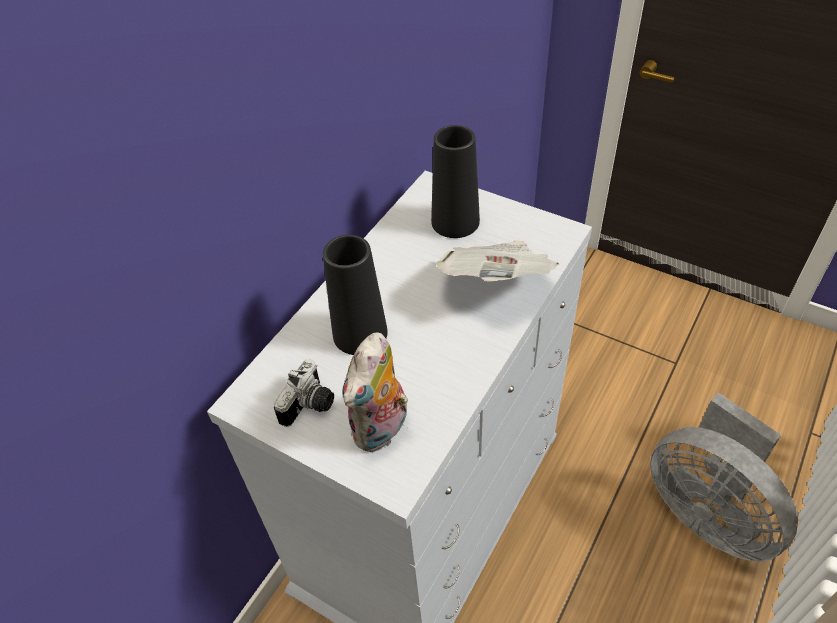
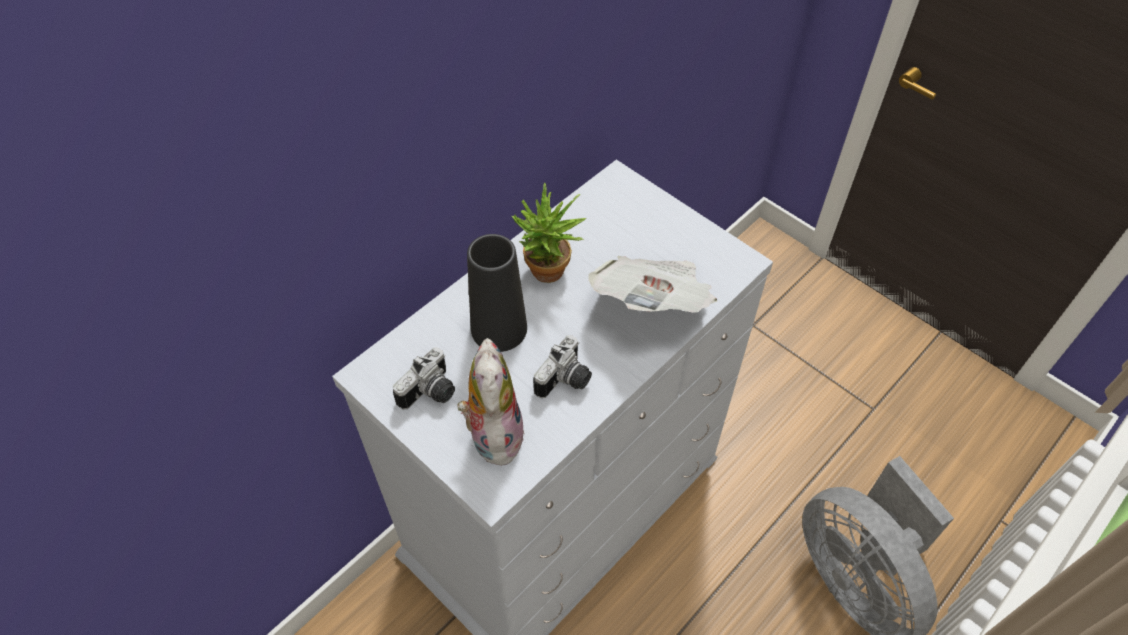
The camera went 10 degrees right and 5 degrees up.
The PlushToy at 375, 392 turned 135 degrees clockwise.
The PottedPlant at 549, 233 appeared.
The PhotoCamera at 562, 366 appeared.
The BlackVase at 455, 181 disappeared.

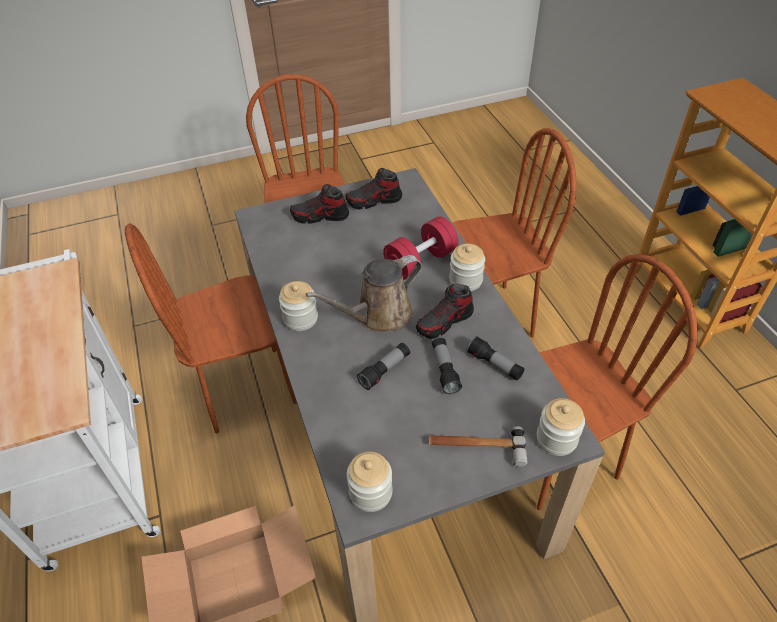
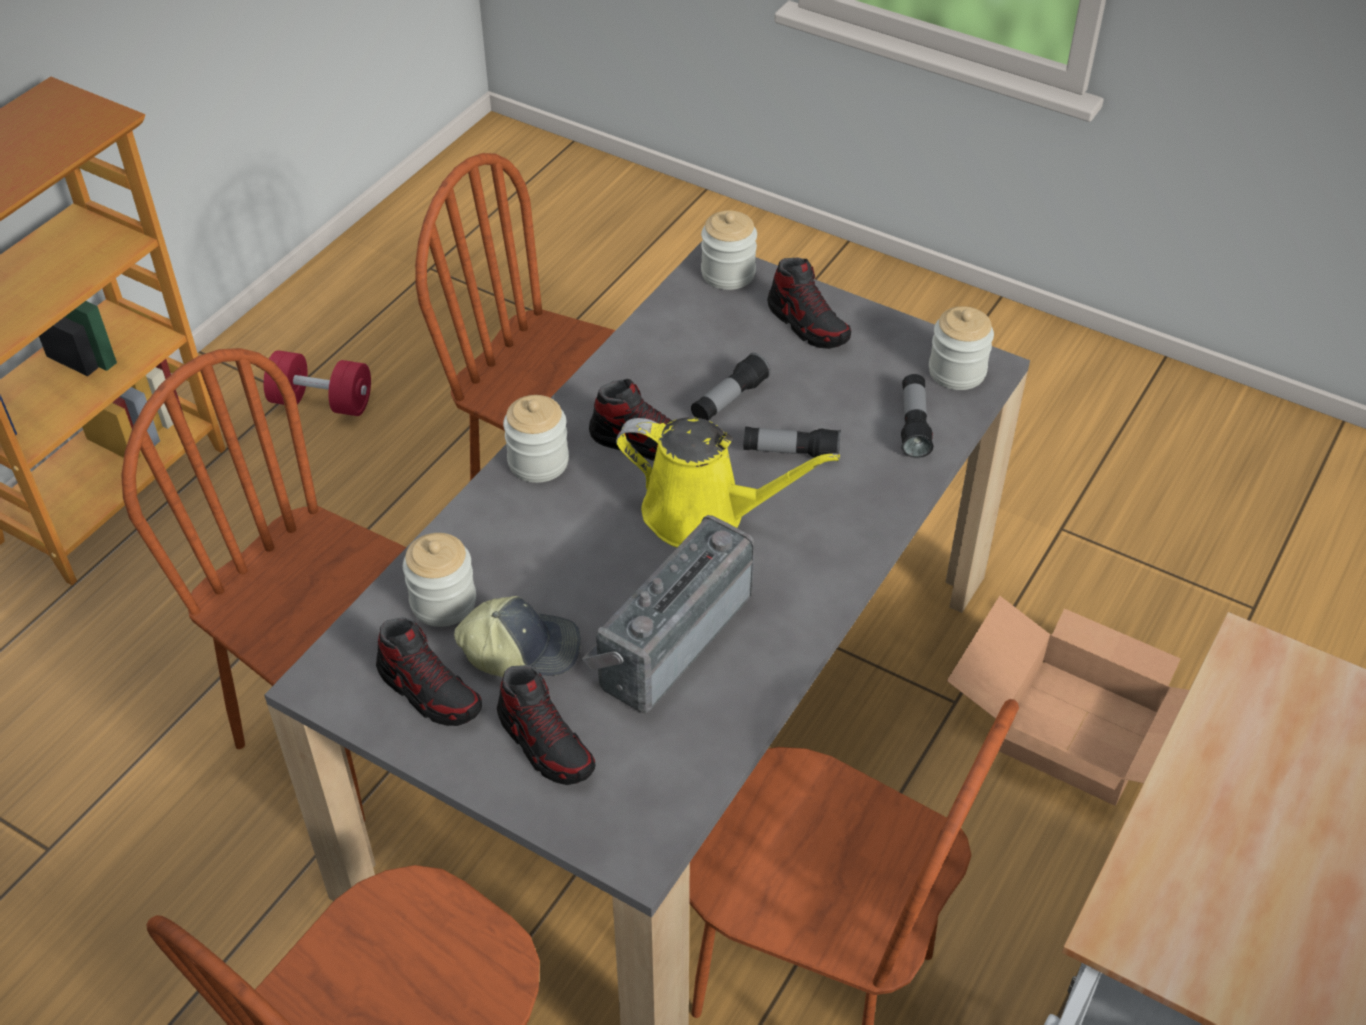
The camera went 130 degrees left and 0 degrees up.
The RedDumbbell moved from 421, 248 to 317, 383.
The Jar moved from 298, 306 to 439, 580.
The Cap at 517, 636 appeared.
The Radio at 668, 614 appeared.
The BrownWateringCan at 364, 293 became the YellowWateringCan at 728, 482.
The Hammer at 478, 446 was replaced by the Shoe at 809, 303.
The Flashlight moved from 496, 358 to 917, 416.

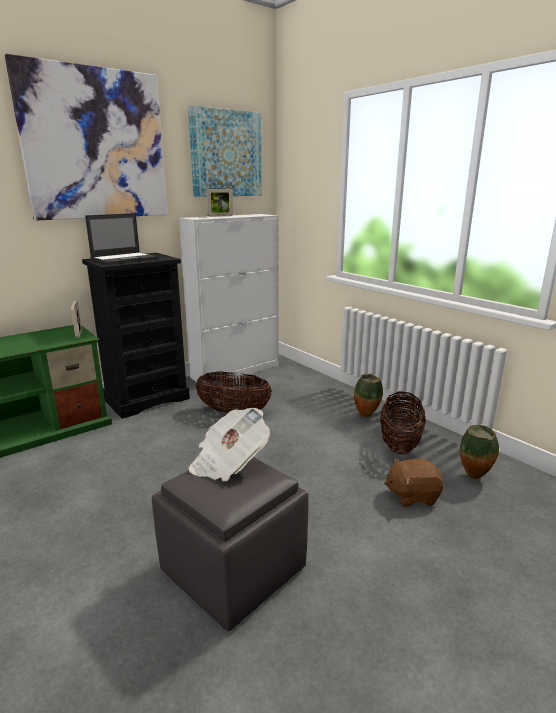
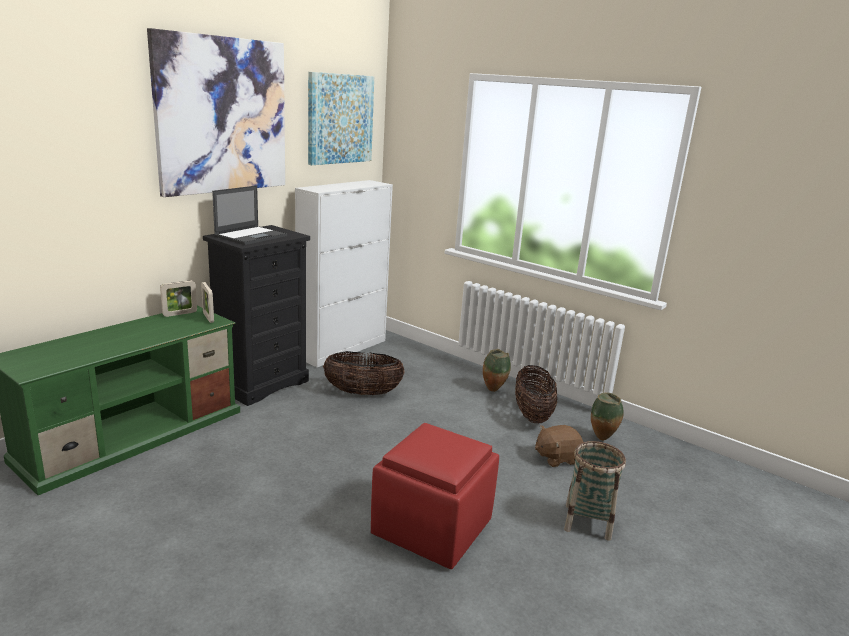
The camera went 15 degrees left and 0 degrees up.
The PictureFrame moved from 219, 202 to 178, 298.
The GreyOttoman at 230, 544 became the RedOttoman at 435, 496.
The Basket at 595, 491 appeared.
The Newspaper at 229, 444 disappeared.

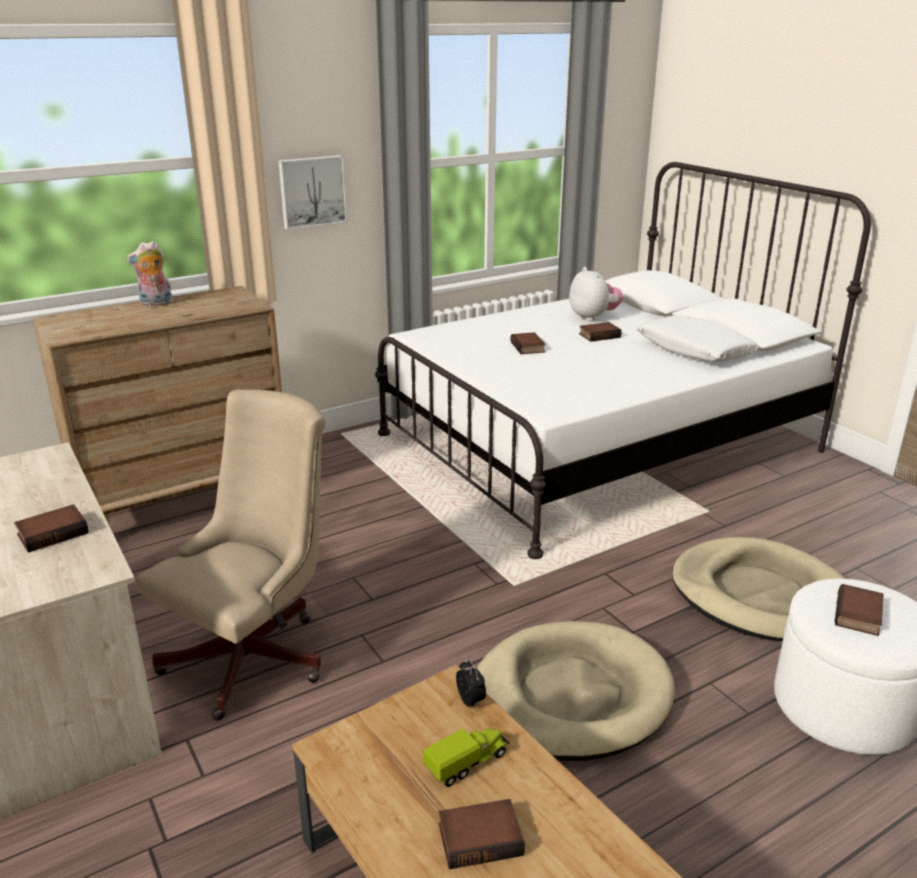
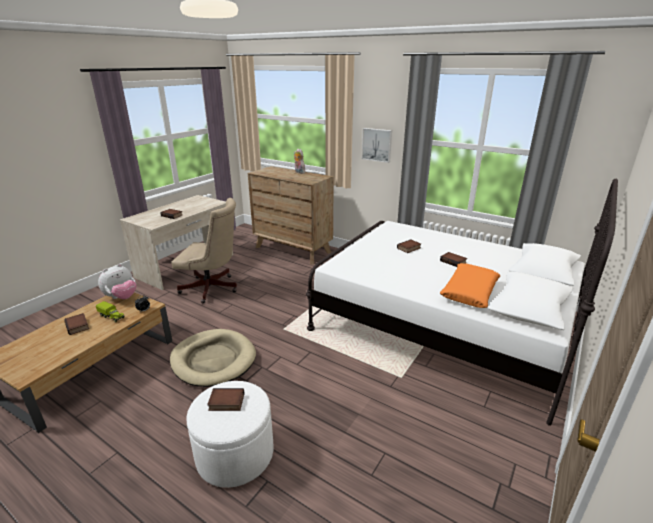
The camera went 65 degrees right and 0 degrees up.
The PlushToy moved from 596, 294 to 117, 281.
The WhitePillow at 698, 339 became the OrangePillow at 470, 285.
The BeigeDogBed at 758, 589 disappeared.

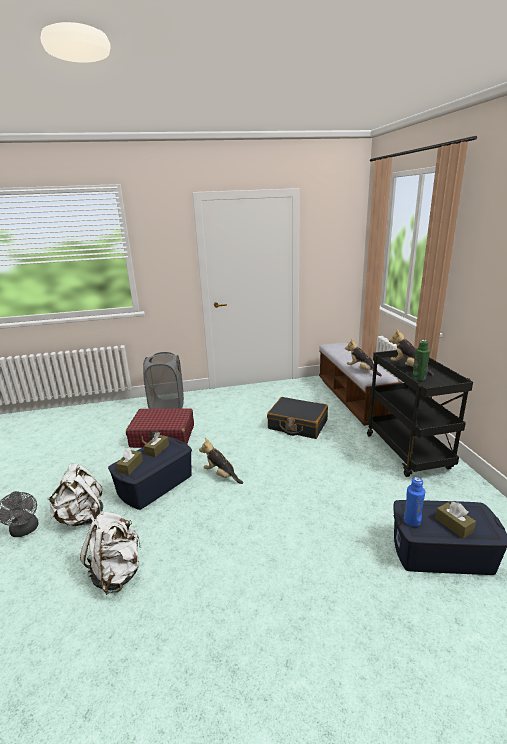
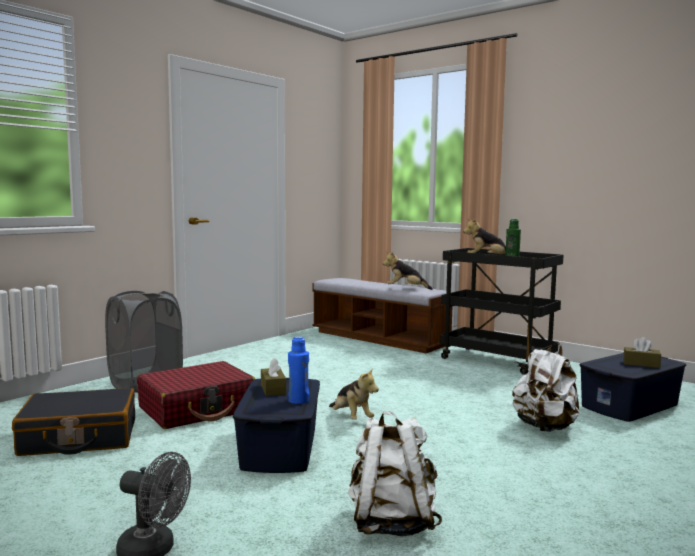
The camera went 40 degrees left and 15 degrees down.
The BlackSuitcase moved from 297, 418 to 73, 422.
The BlueBottle moved from 414, 502 to 299, 370.
The PlushToy at 221, 461 turned 120 degrees counterclockwise.
The WhiteBackpack moved from 75, 494 to 545, 387.
The BrownTissueBox at 129, 461 disappeared.

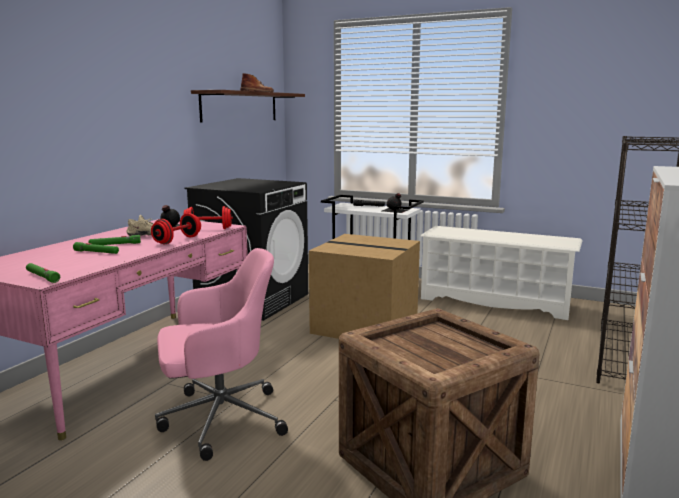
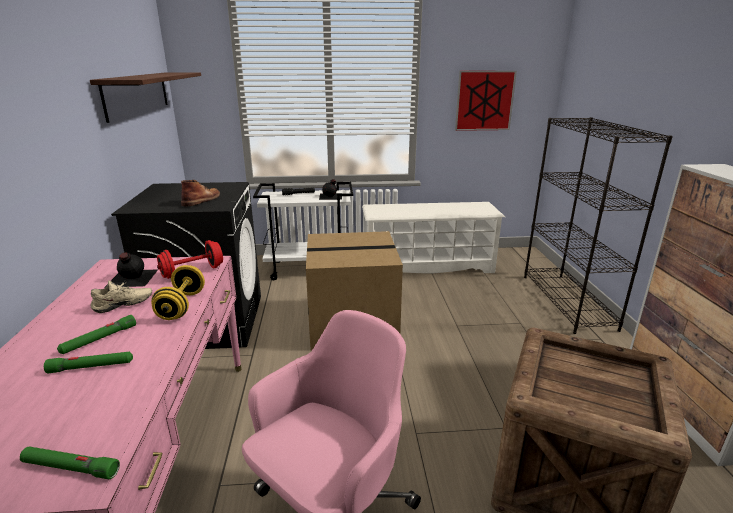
The camera went 30 degrees left and 10 degrees up.
The RedDumbbell at 176, 228 became the YellowDumbbell at 178, 292.
The BrownBoot moved from 257, 82 to 200, 193.
The Picture at 486, 101 appeared.

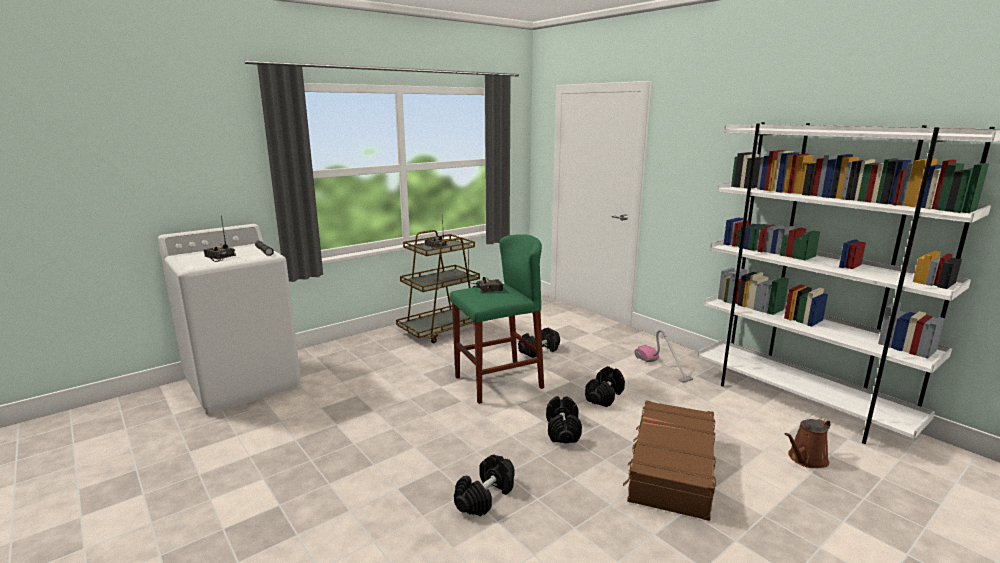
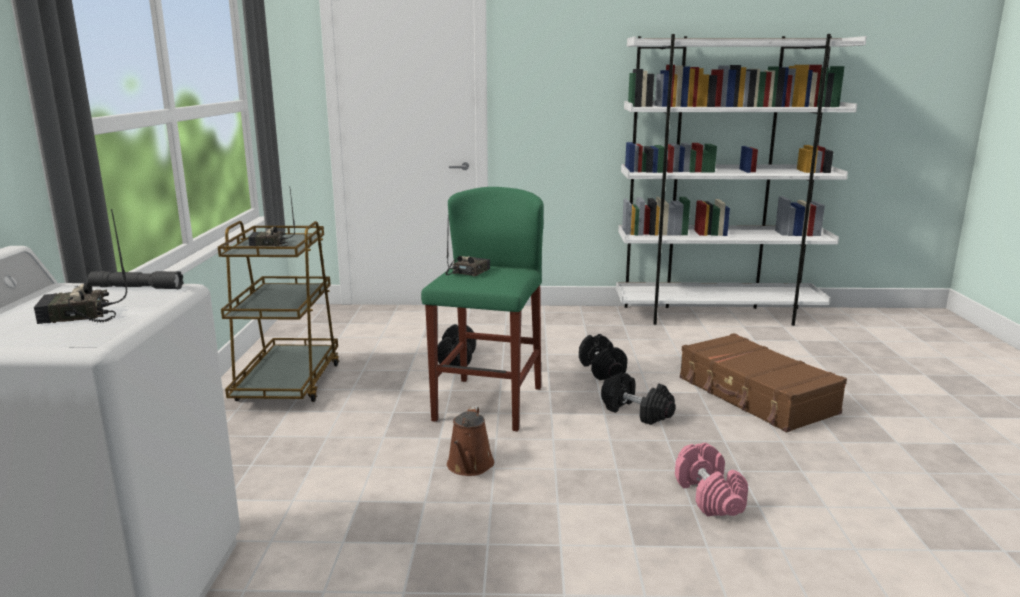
The camera went 50 degrees left and 0 degrees up.
The BrownWateringCan moved from 808, 443 to 470, 441.
The BlackDumbbell at 484, 485 became the PinkDumbbell at 711, 480.
The VacuumCleaner at 663, 356 disappeared.

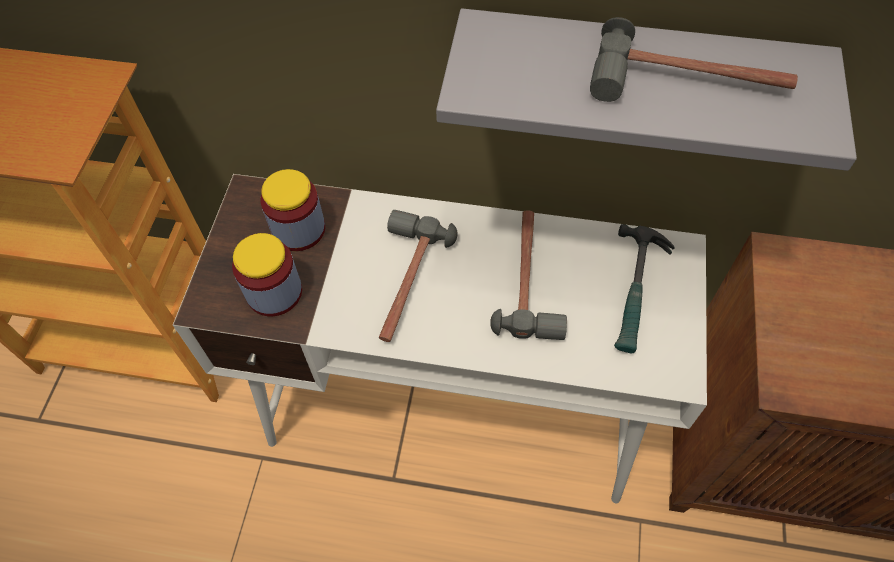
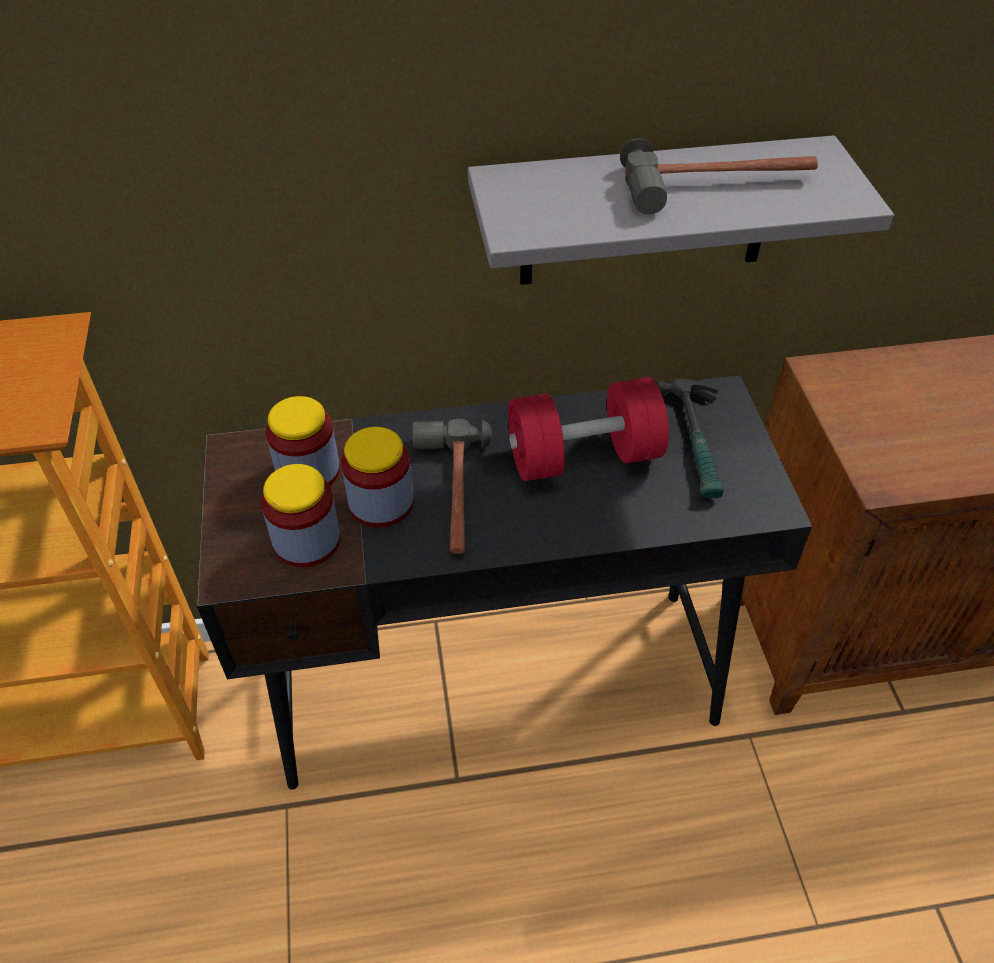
The camera went 20 degrees left and 10 degrees down.
The WhiteDesk at 440, 338 became the BlackDesk at 504, 582.
The Jar at 377, 477 appeared.
The Hammer at 528, 275 was replaced by the RedDumbbell at 588, 429.

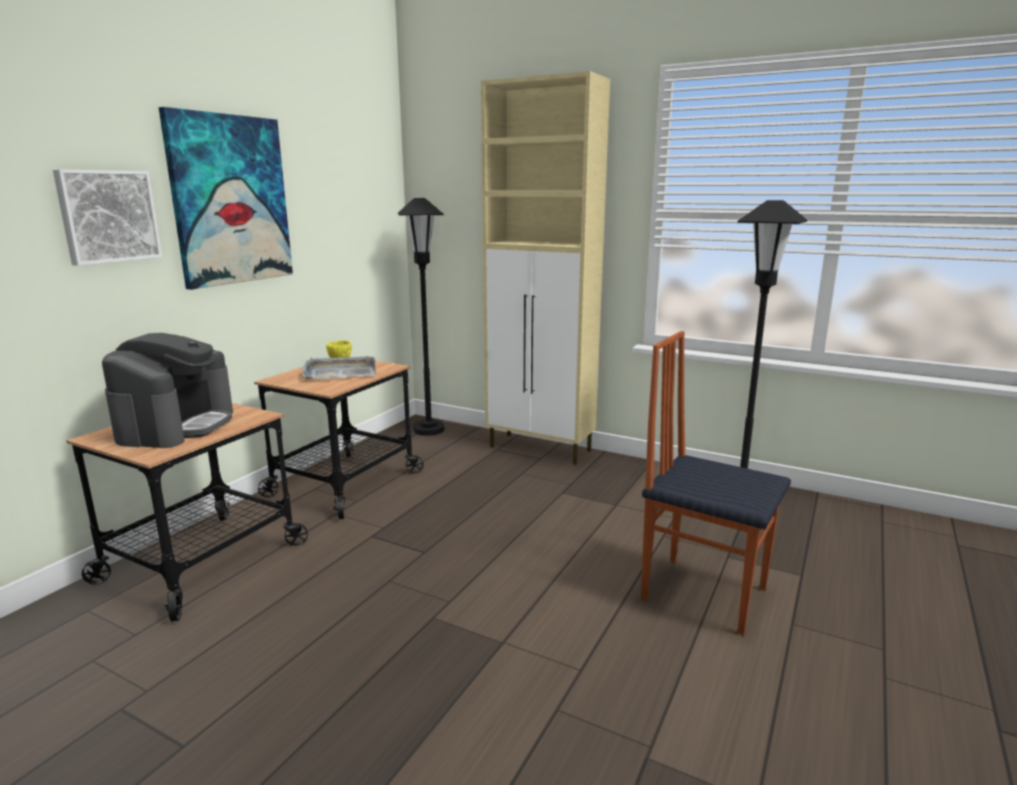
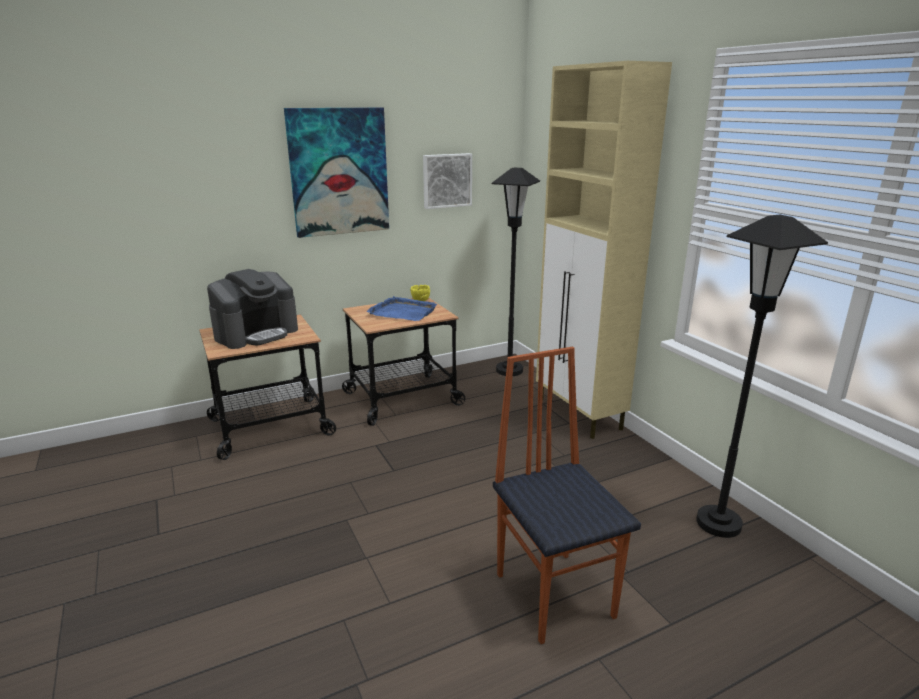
The camera went 35 degrees right and 5 degrees up.
The GreyTray at 339, 367 became the BlueTray at 402, 308.
The Picture moved from 107, 217 to 447, 181.

